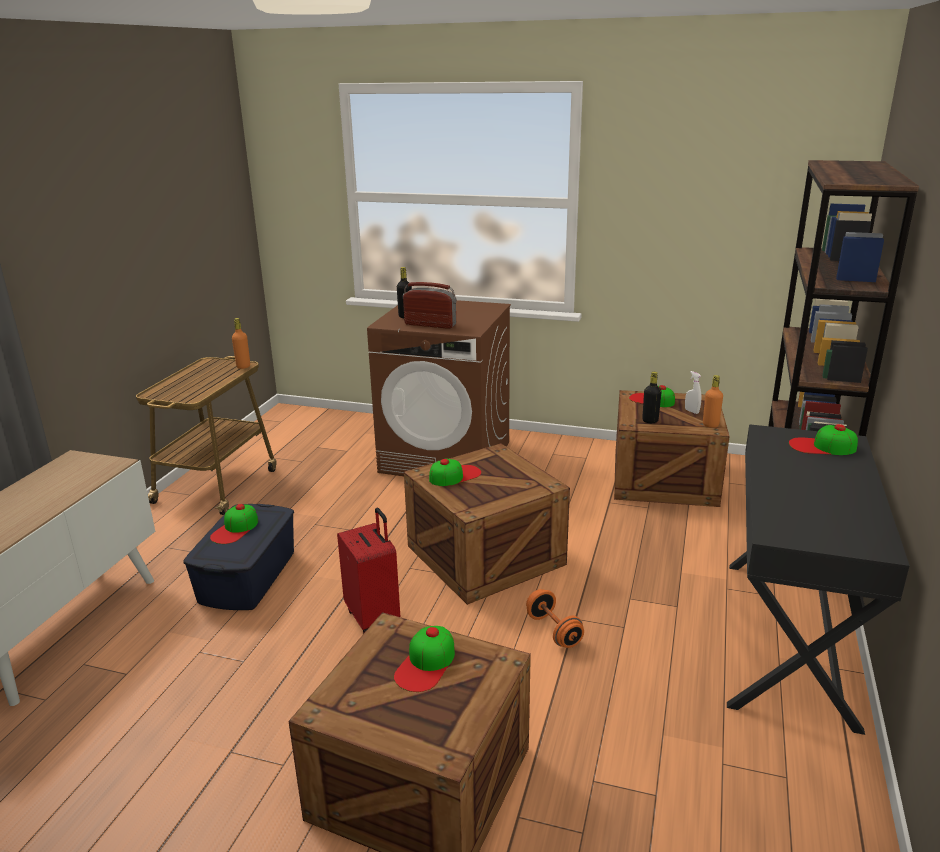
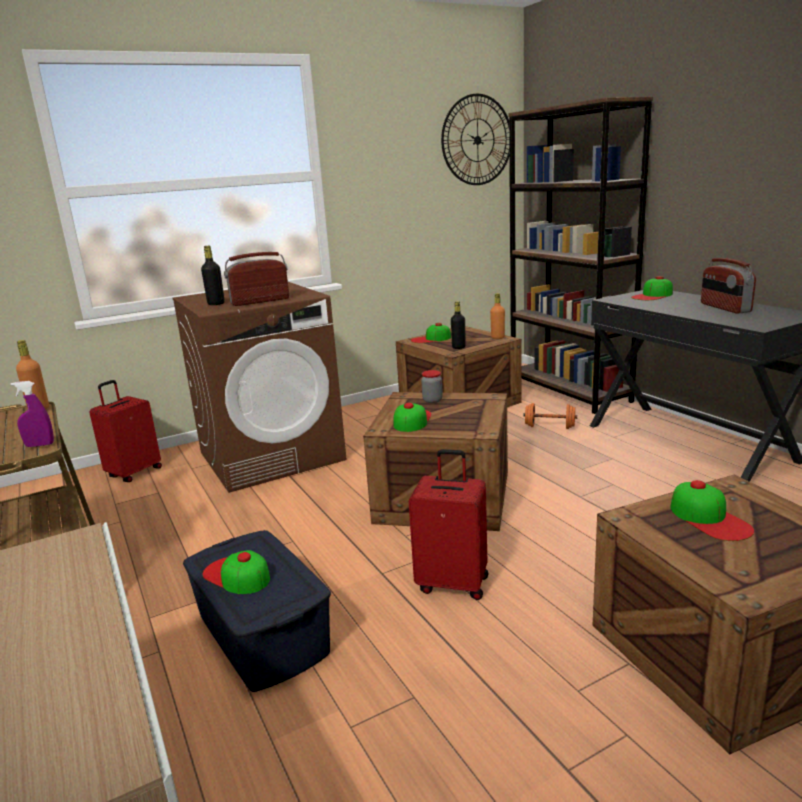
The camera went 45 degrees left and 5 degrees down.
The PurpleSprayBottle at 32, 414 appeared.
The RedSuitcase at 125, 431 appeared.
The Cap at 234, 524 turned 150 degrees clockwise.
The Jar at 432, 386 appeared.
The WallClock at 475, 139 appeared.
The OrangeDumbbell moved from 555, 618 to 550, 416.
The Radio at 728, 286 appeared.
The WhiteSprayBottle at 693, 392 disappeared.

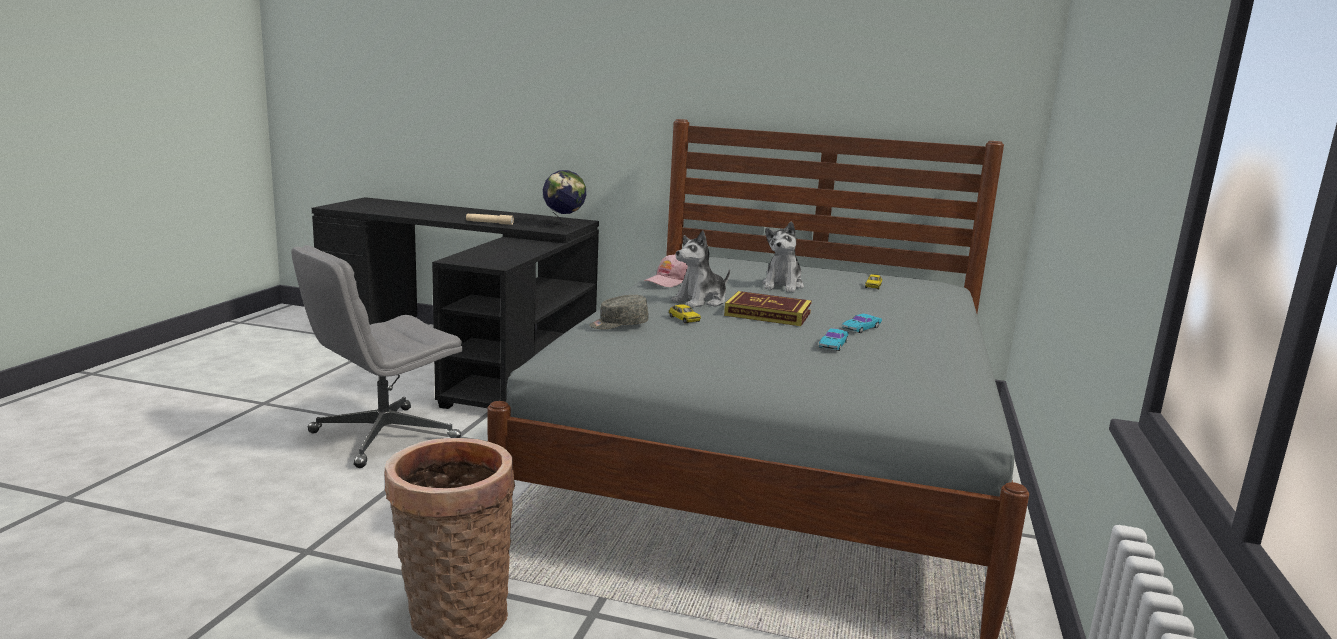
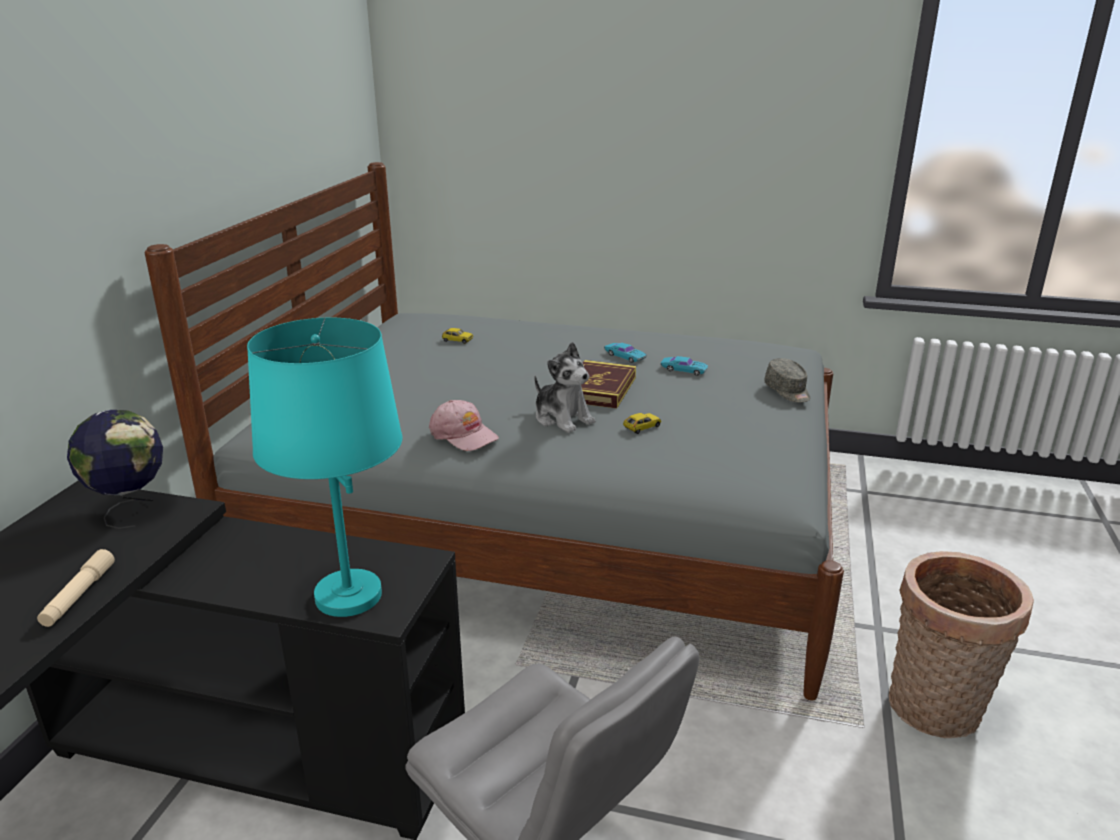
The camera went 90 degrees left and 10 degrees up.
The TurquoiseTableLamp at 325, 467 appeared.
The GreyCap moved from 619, 312 to 787, 380.
The PlushToy at 783, 256 disappeared.

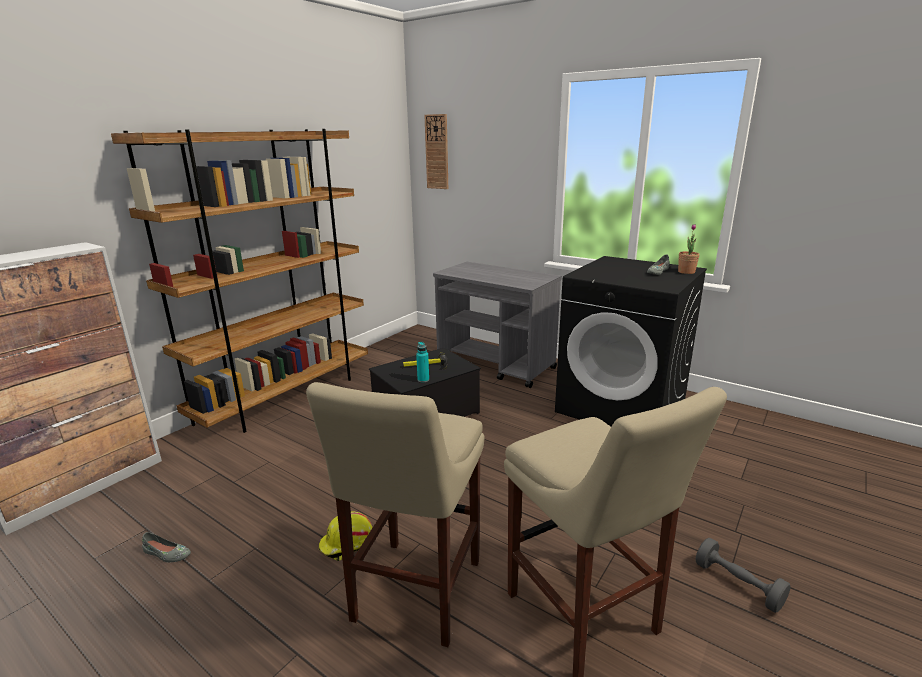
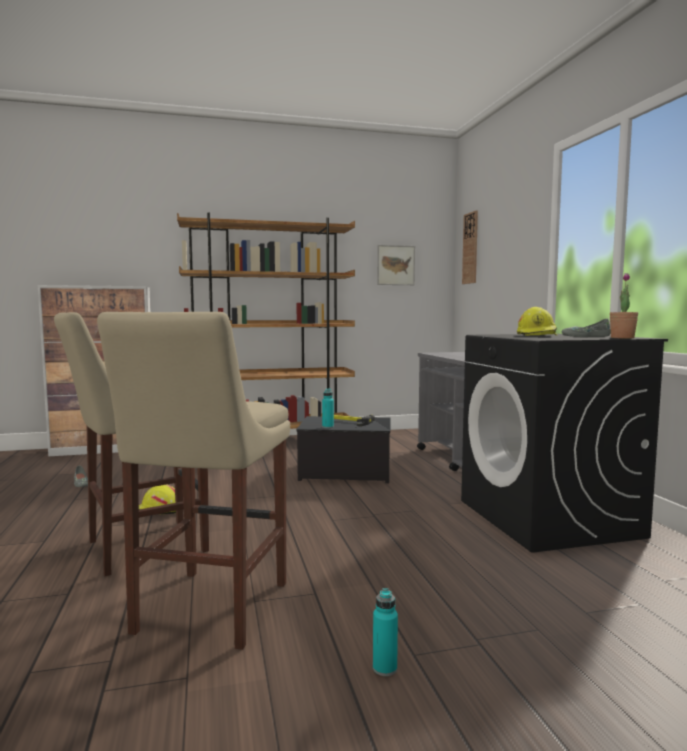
The camera went 40 degrees right and 15 degrees down.
The GreyDumbbell at 743, 575 was replaced by the TurquoiseBottle at 385, 632.
The Picture at 396, 265 appeared.
The YellowHardHat at 537, 321 appeared.

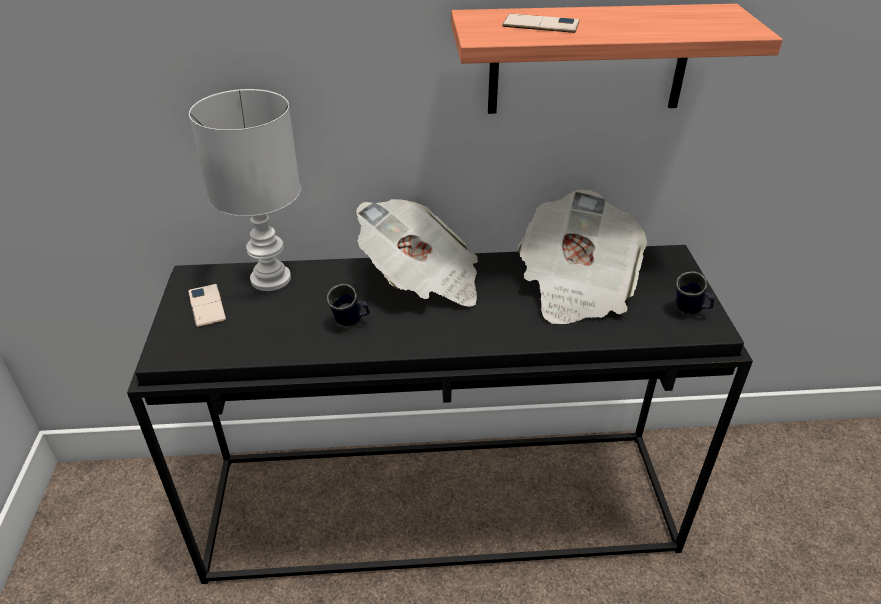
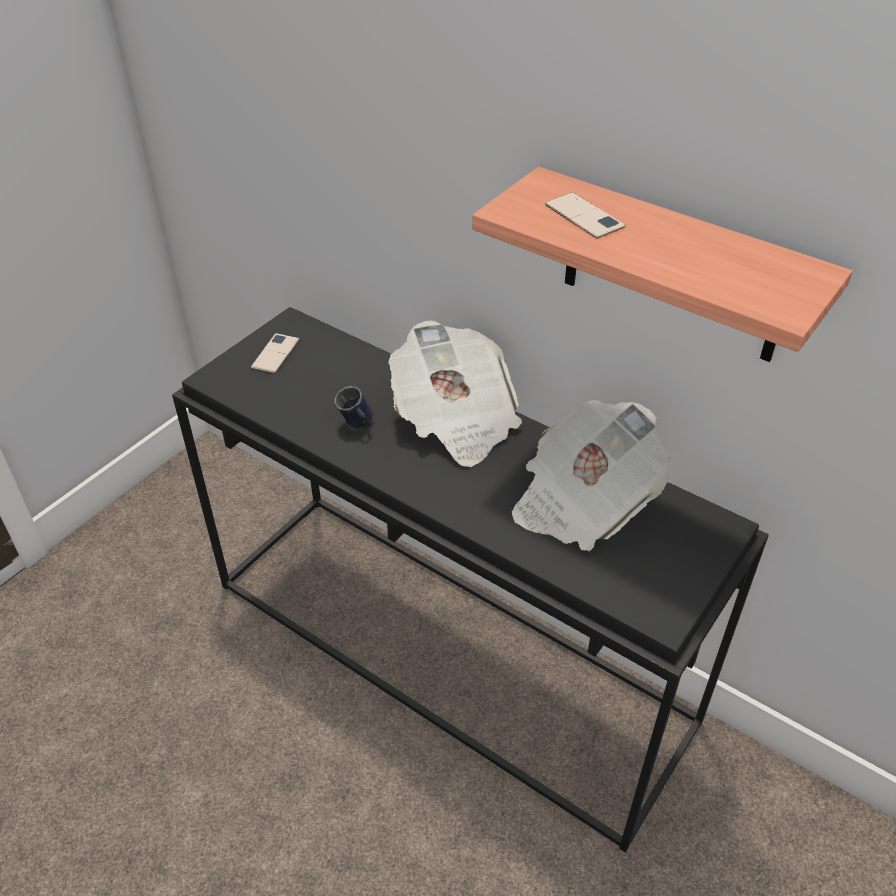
The camera went 40 degrees right and 5 degrees up.
The WhiteTableLamp at 245, 190 disappeared.
The BlueMug at 695, 293 disappeared.

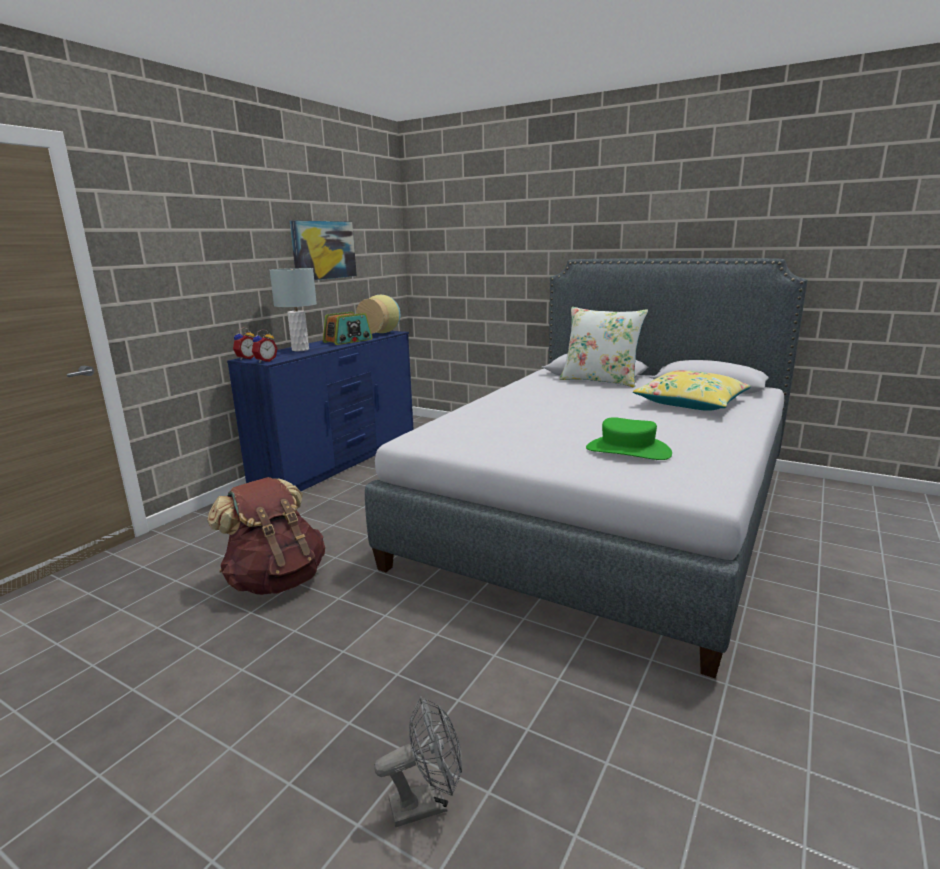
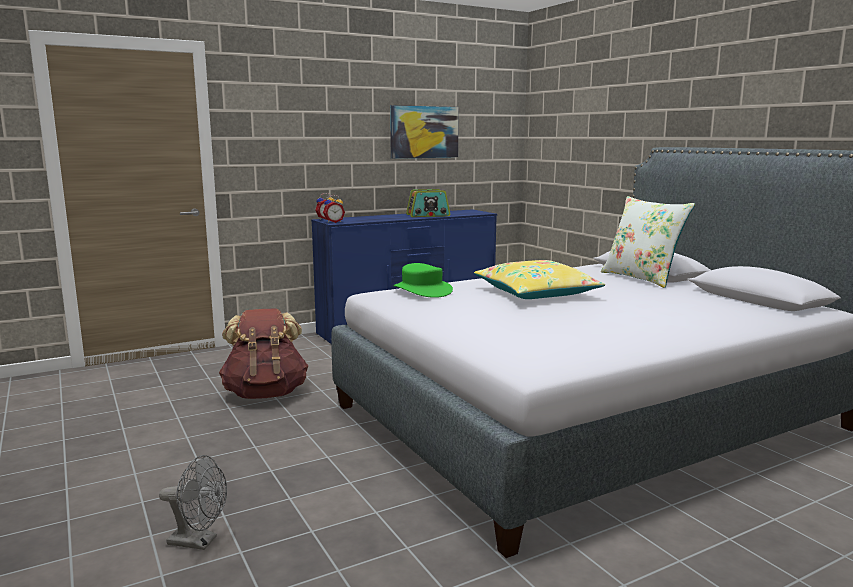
The camera went 30 degrees right and 5 degrees down.
The GreenHat moved from 629, 438 to 423, 280.
The YellowPillow moved from 692, 390 to 539, 279.
The GreyTableLamp at 293, 309 disappeared.
The Vase at 378, 314 disappeared.

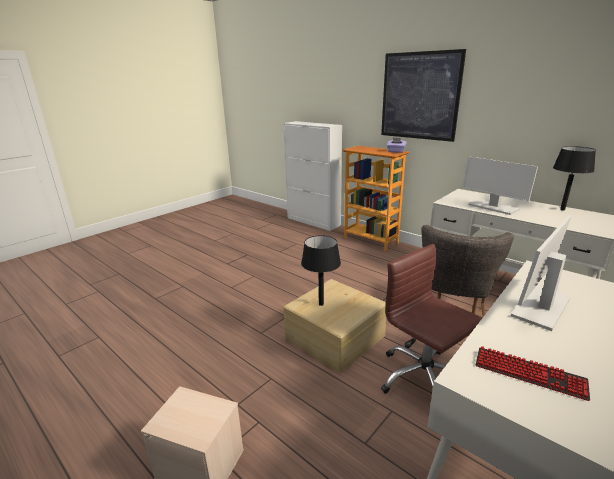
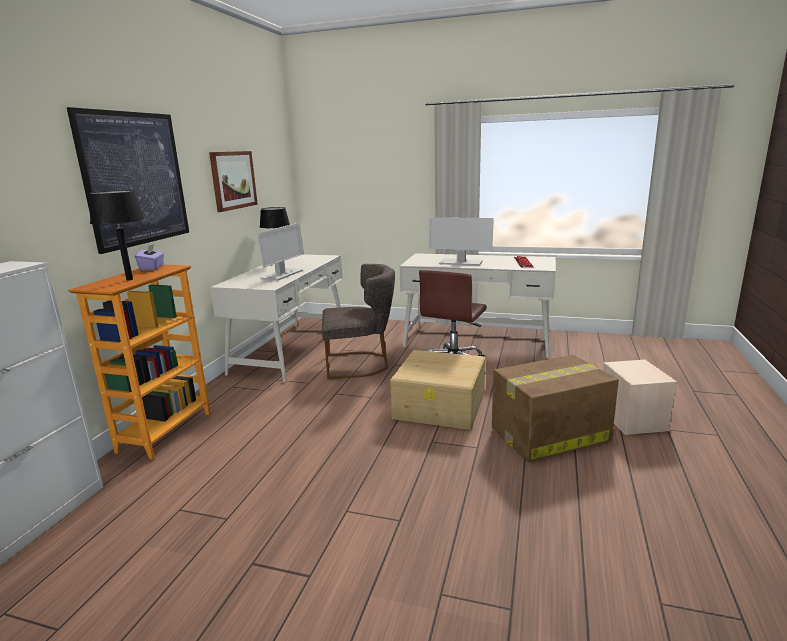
The camera went 115 degrees left and 5 degrees down.
The BlackTableLamp moved from 321, 270 to 117, 235.
The Picture at 233, 181 appeared.
The CardboardBox at 555, 408 appeared.

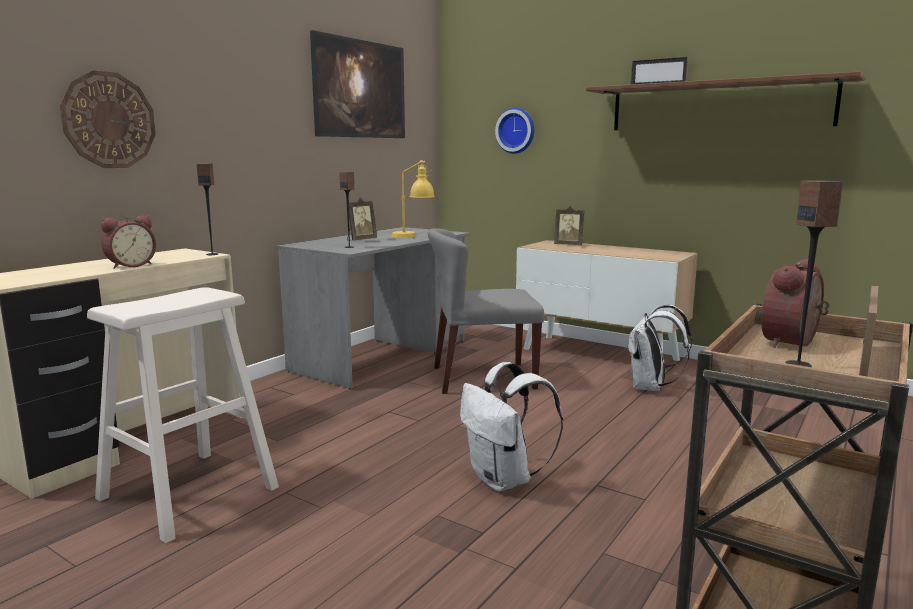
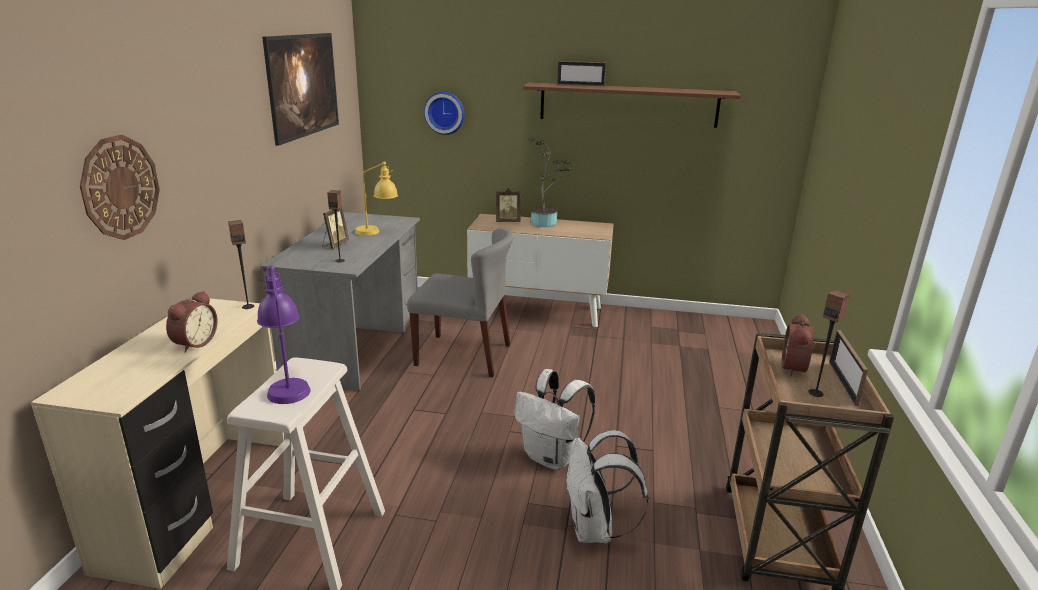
The camera went 25 degrees left and 10 degrees up.
The PurpleTableLamp at 284, 334 appeared.
The GreyChair at 485, 311 turned 135 degrees counterclockwise.
The PottedPlant at 550, 182 appeared.
The WhiteBackpack moved from 659, 348 to 607, 486.

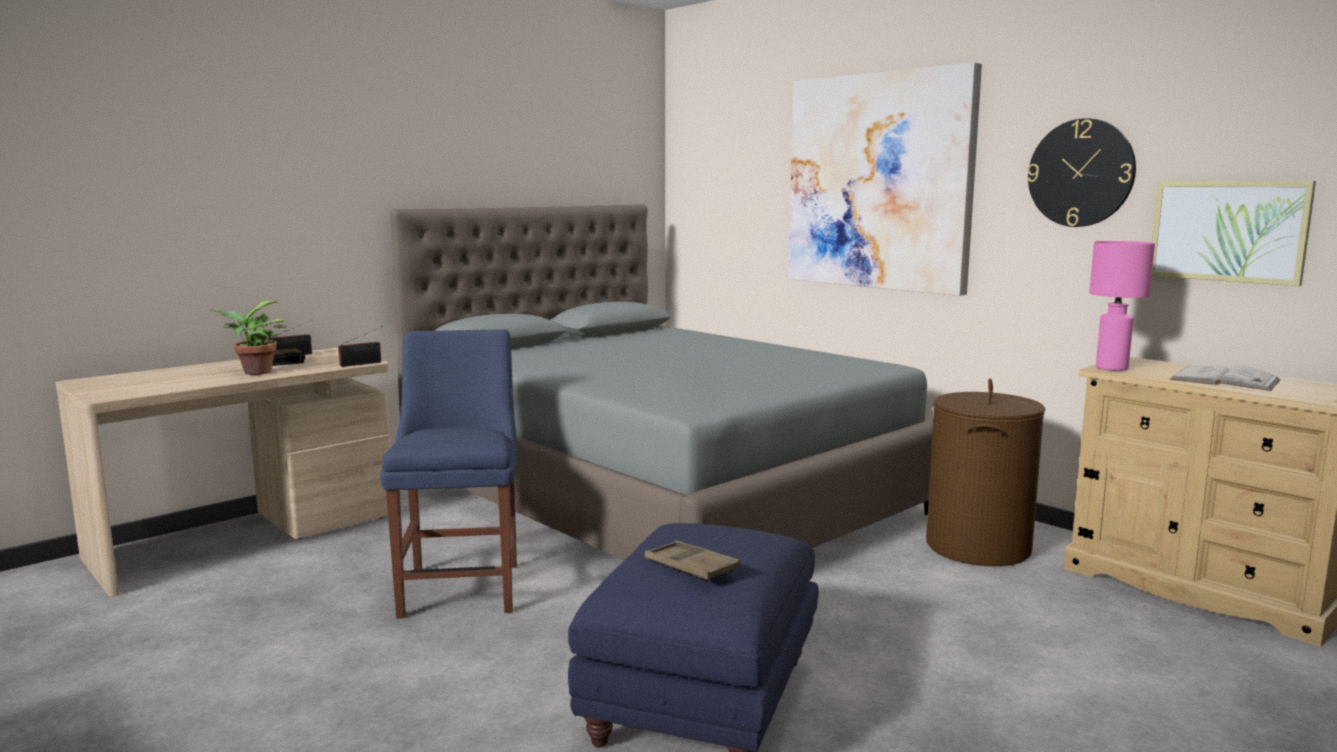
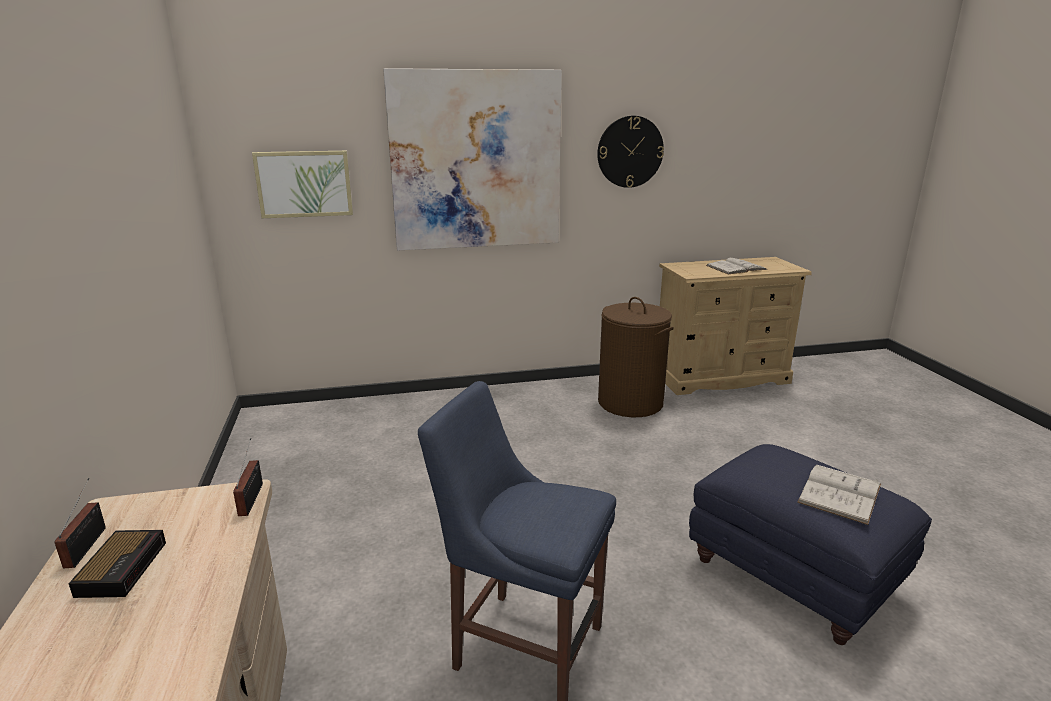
The camera went 60 degrees left and 10 degrees up.
The Picture moved from 1234, 233 to 302, 184.
The BrownTray at 692, 561 was replaced by the WhiteBook at 839, 494.
The PottedPlant at 248, 338 disappeared.
The GreyBed at 661, 382 disappeared.
The PinkTableLamp at 1122, 306 disappeared.

